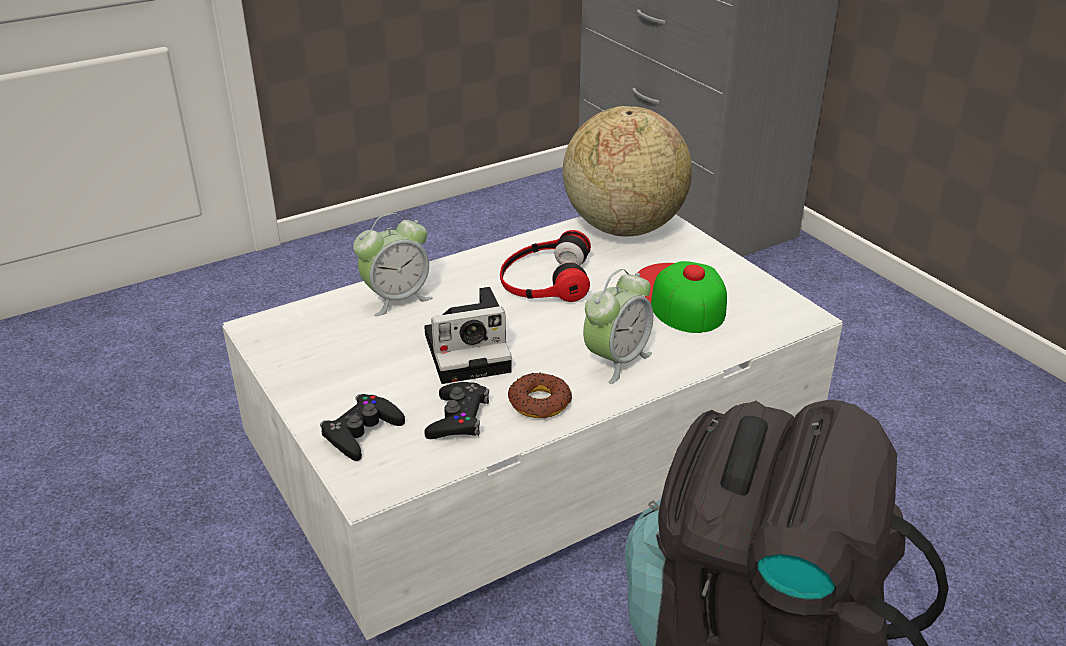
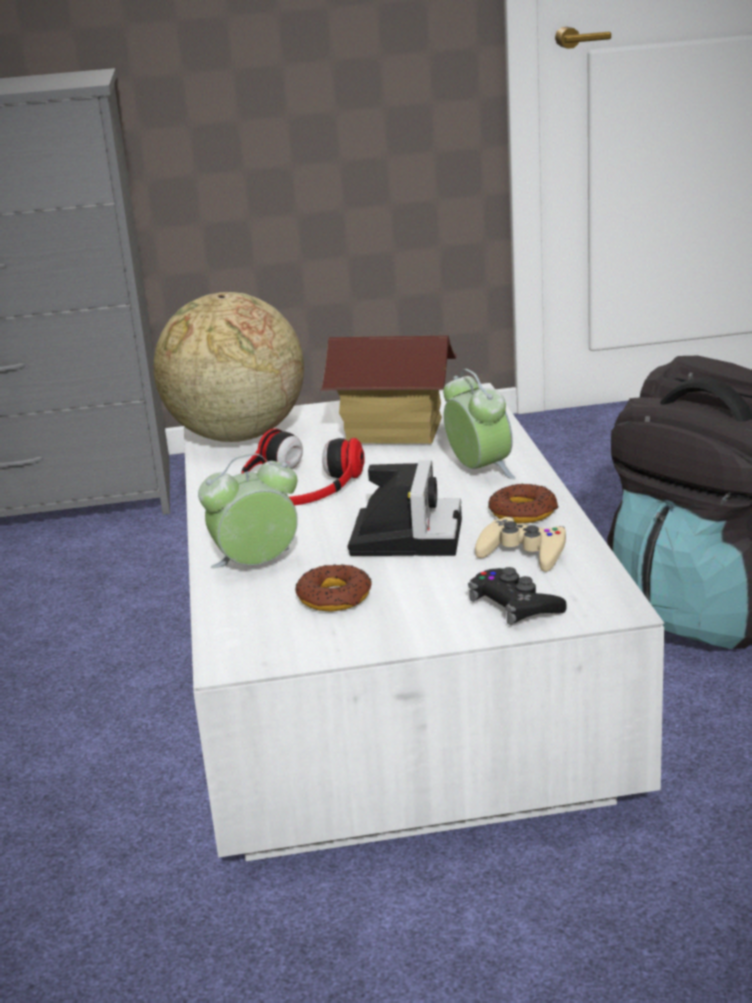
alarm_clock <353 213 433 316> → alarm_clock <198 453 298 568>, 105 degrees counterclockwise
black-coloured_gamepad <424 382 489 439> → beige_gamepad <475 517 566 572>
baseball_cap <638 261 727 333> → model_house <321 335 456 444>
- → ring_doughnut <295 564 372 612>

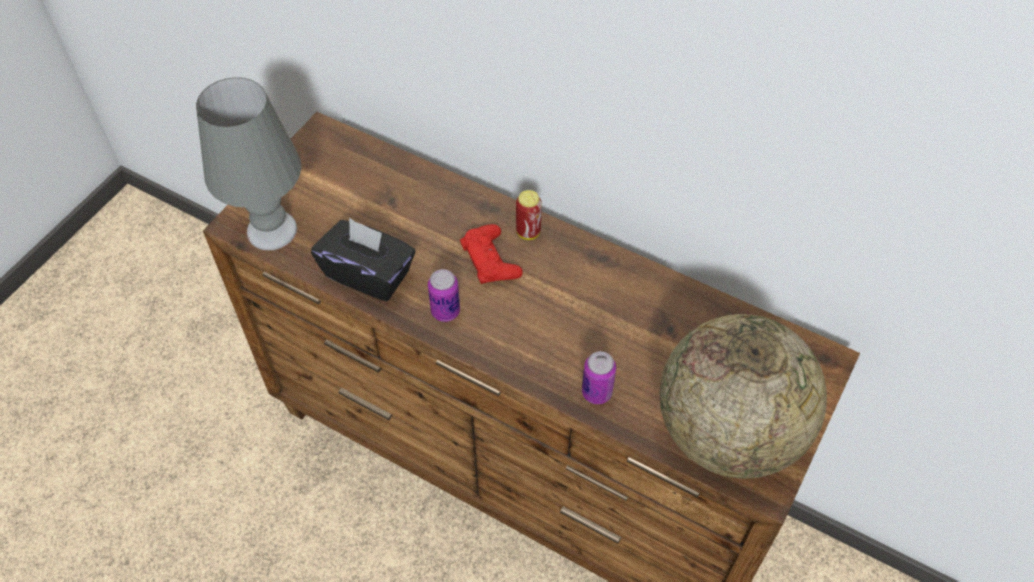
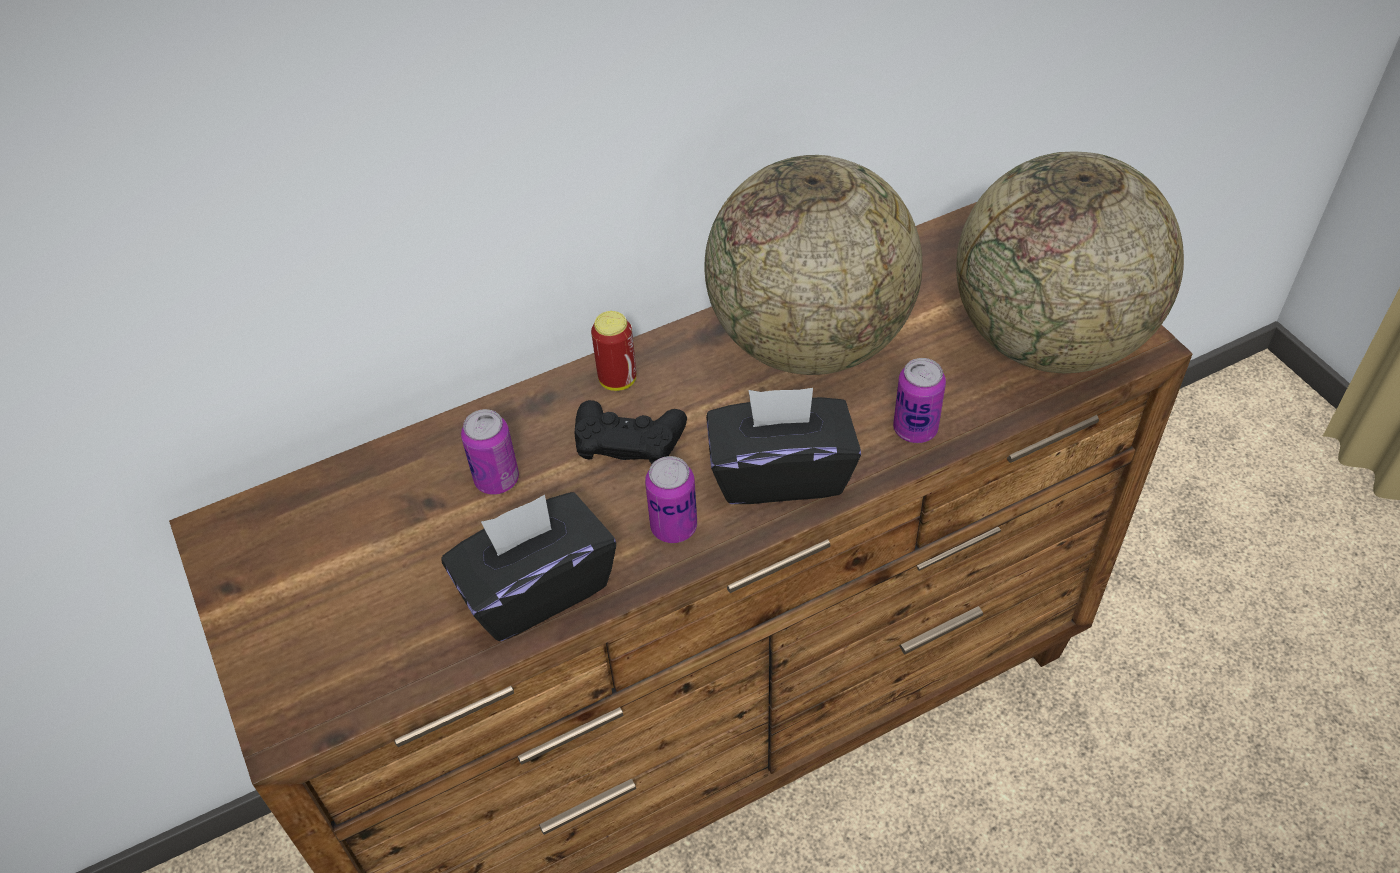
greyish_tabletop_lamp <196 77 301 250> → -
red_gamepad <460 224 523 284> → black-coloured_gamepad <575 400 687 464>
- → can <461 409 519 495>
- → desk_globe <704 155 923 375>
- → black-coloured_box_of_tissues <706 388 861 504>

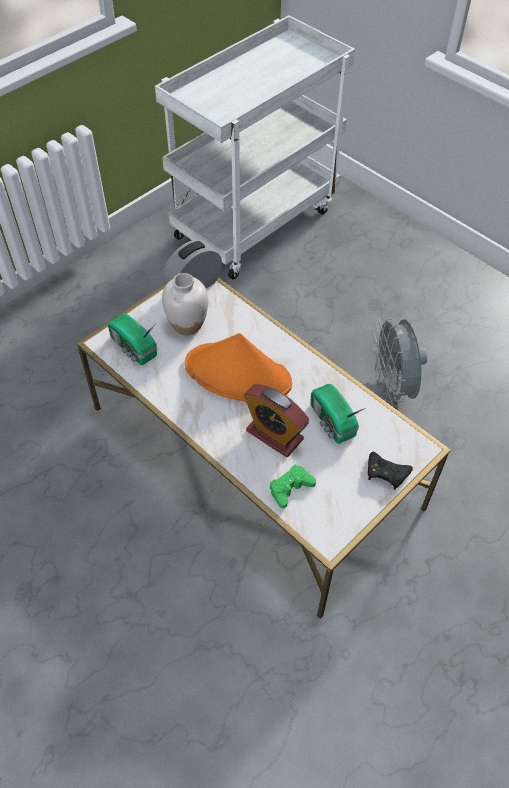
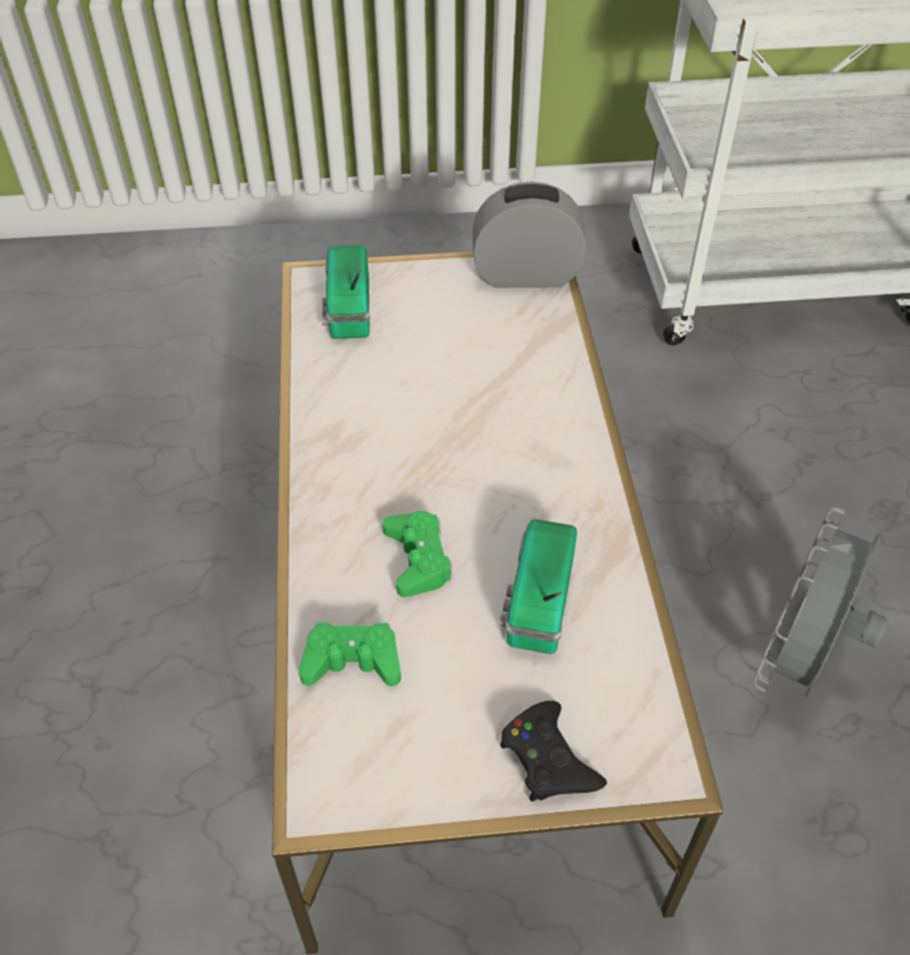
whitish_decorative_vase <162 273 208 335> → -
orange-coloured_hat <185 333 292 402> → -
alarm_clock <244 384 309 457> → green_gamepad <382 511 453 597>

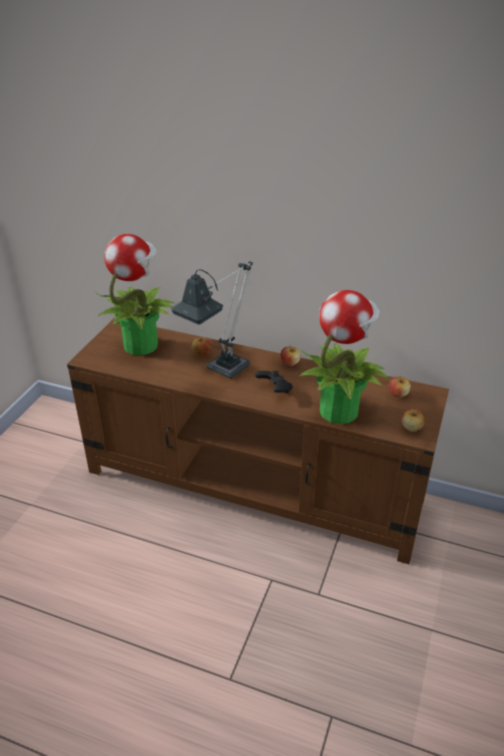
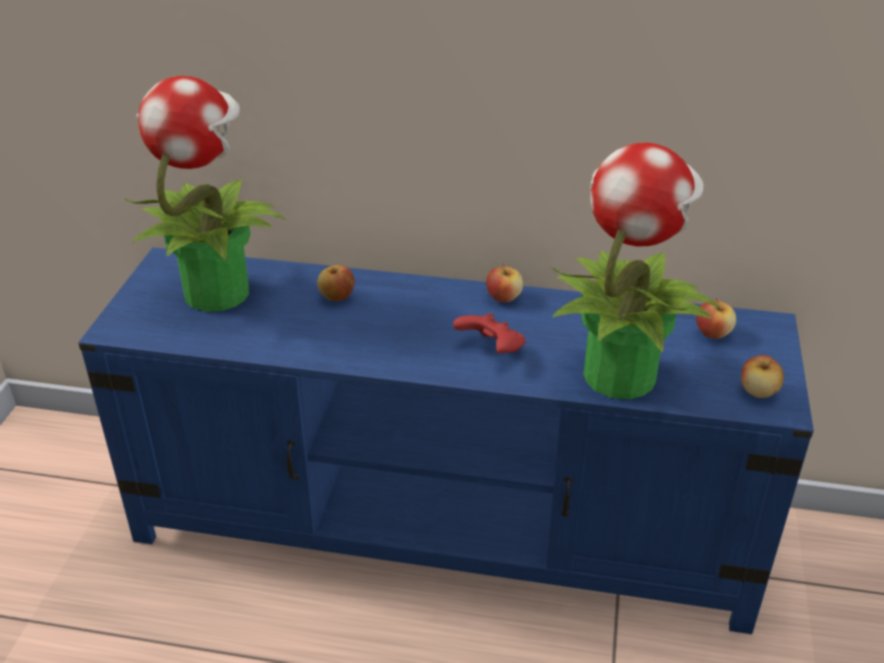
brown_tv_unit <67 318 449 564> → blue_tv_unit <78 247 814 634>
tabletop_lamp <171 261 253 378> → -
black-coloured_gamepad <255 370 293 393> → red_gamepad <453 312 526 354>

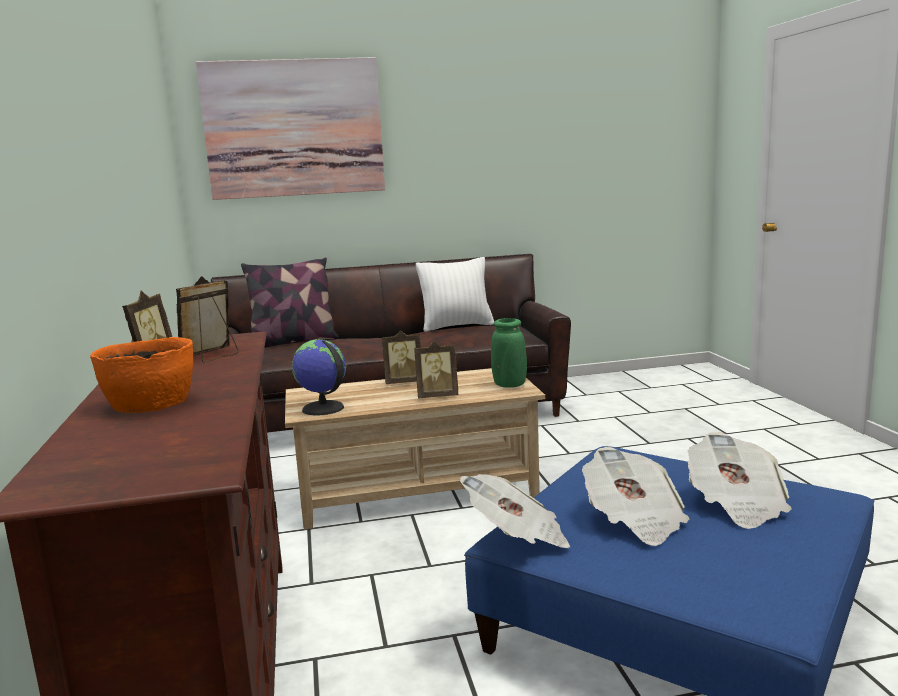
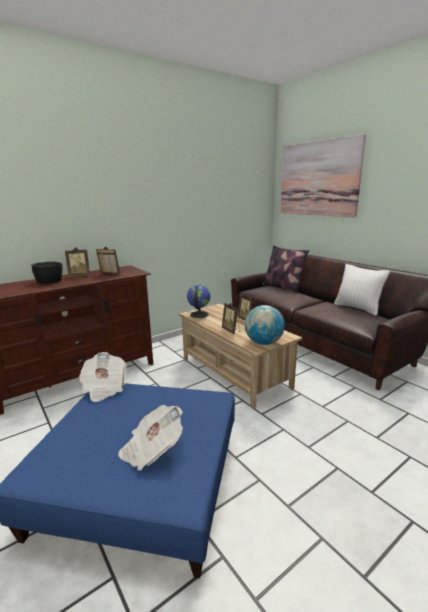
orange-coloured_deep_dish <90 337 193 413> → black-coloured_deep_dish <31 262 62 284>
green_decorative_vase <491 318 527 388> → desk_globe <245 305 285 345>
daily_paper <582 447 689 546> → -

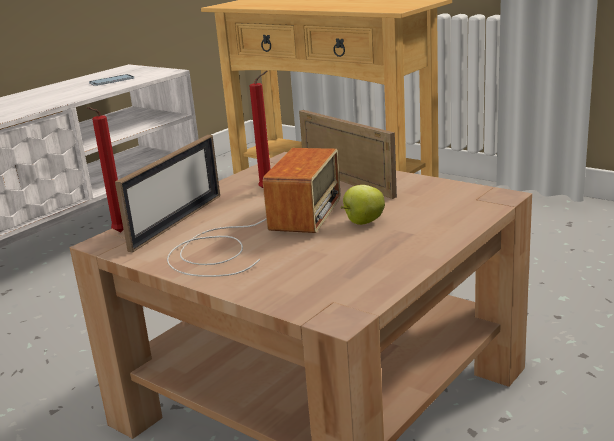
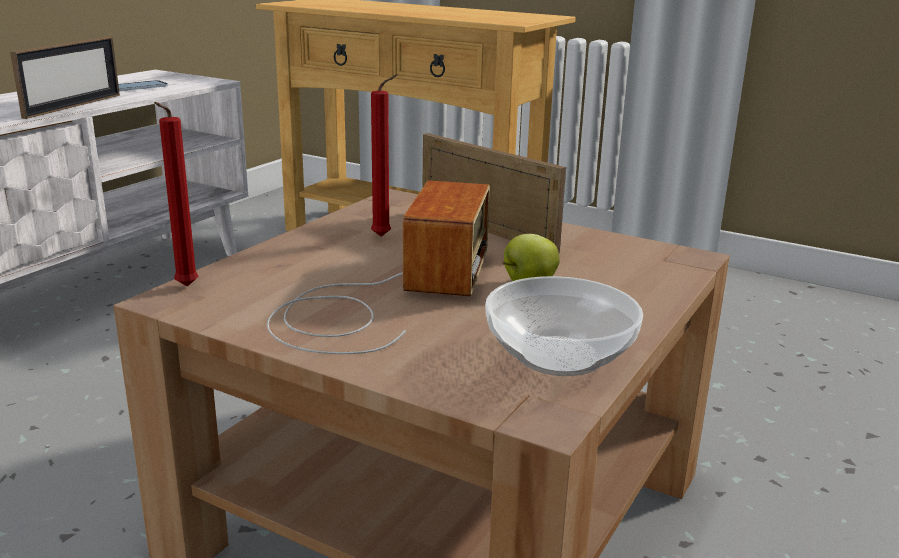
standing_frame <115 135 220 253> → standing_frame <10 36 120 119>, shifted
- → deep_dish <485 276 643 376>

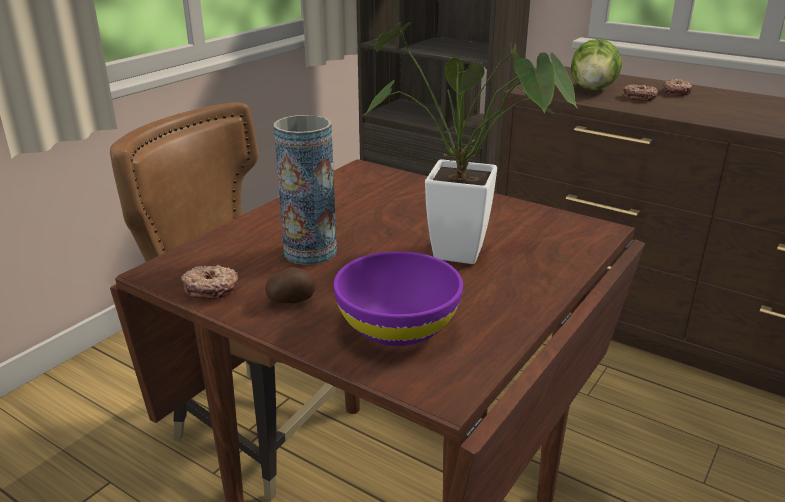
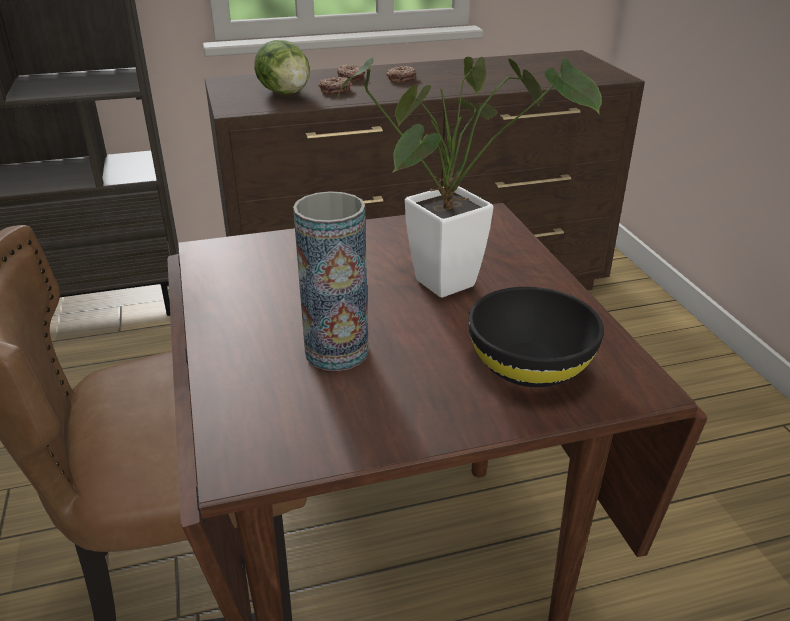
ring_doughnut <181 265 238 299> → ring_doughnut <386 66 417 83>, shifted
whole_potato <265 267 315 303> → -
purplish_deep_dish <333 251 463 346> → black-coloured_deep_dish <468 287 604 387>

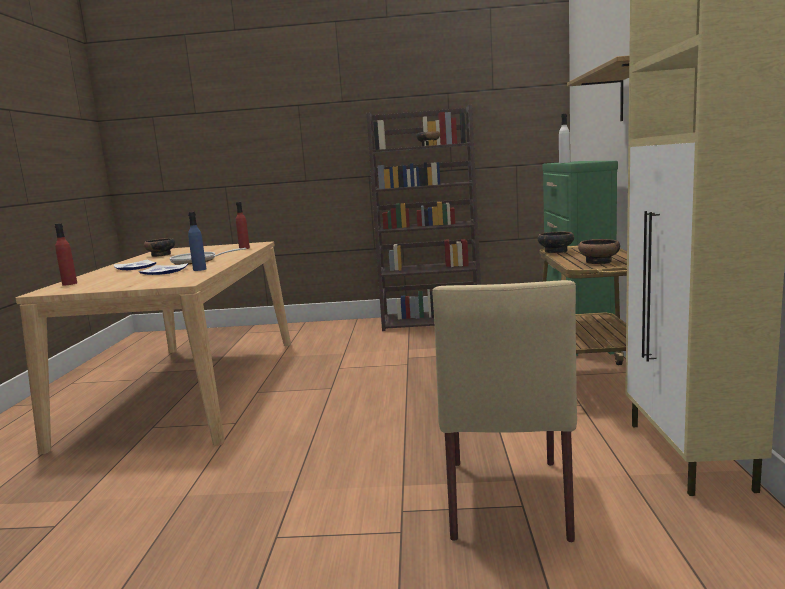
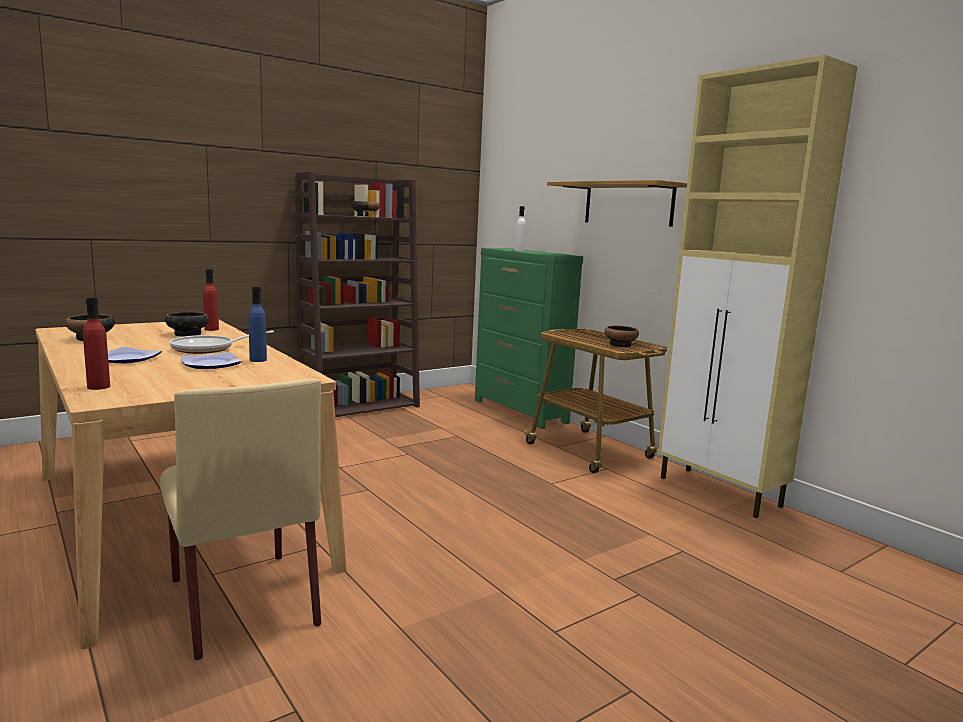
beige_upright_chair <433 280 577 543> → beige_upright_chair <159 379 321 661>, shifted
deep_dish <537 232 574 253> → deep_dish <165 312 209 337>, shifted

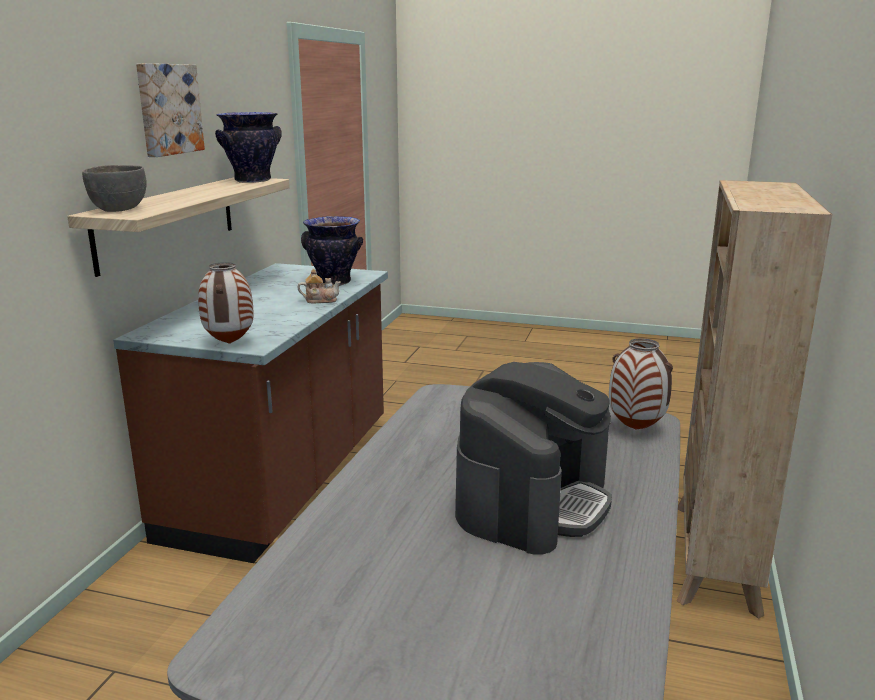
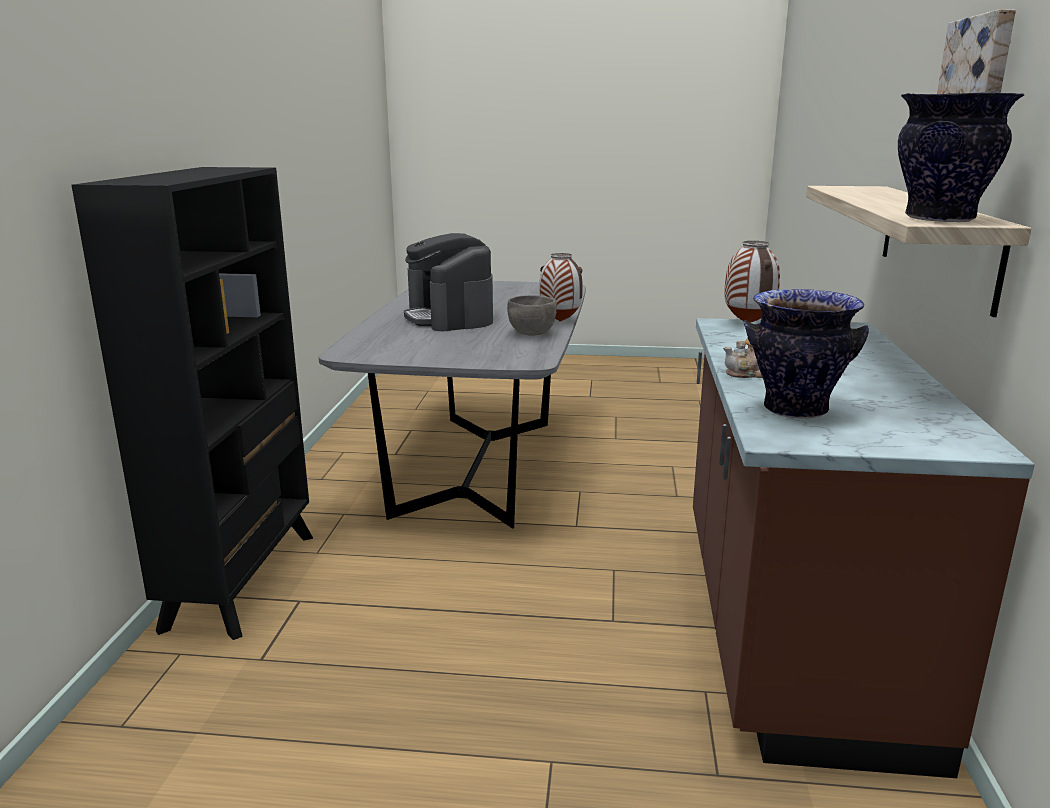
greyish_deep_dish <82 165 147 212> → greyish_deep_dish <507 295 557 336>, shifted
coffee_machine <455 362 612 555> → coffee_machine <404 233 493 331>, 45 degrees counterclockwise
decorative_vase <609 338 673 430> → decorative_vase <539 253 583 322>, shifted
beige_shelving_unit <677 180 832 618> → black-coloured_shelving_unit <71 167 313 640>

